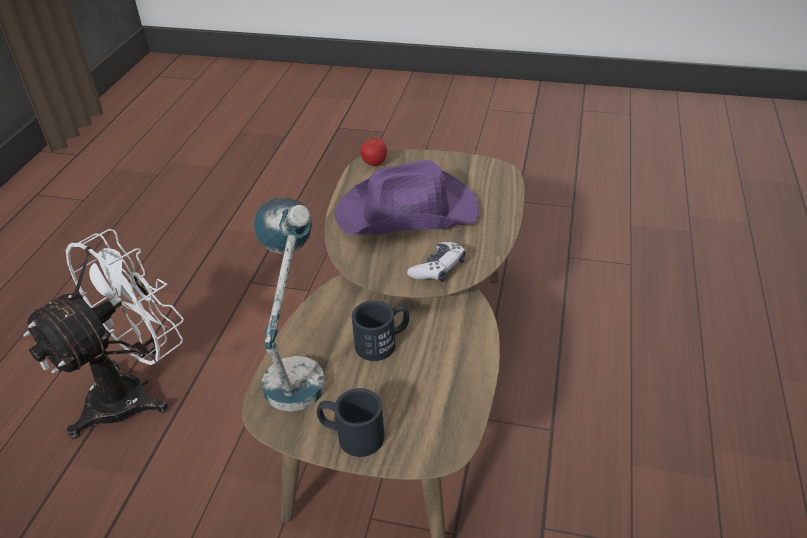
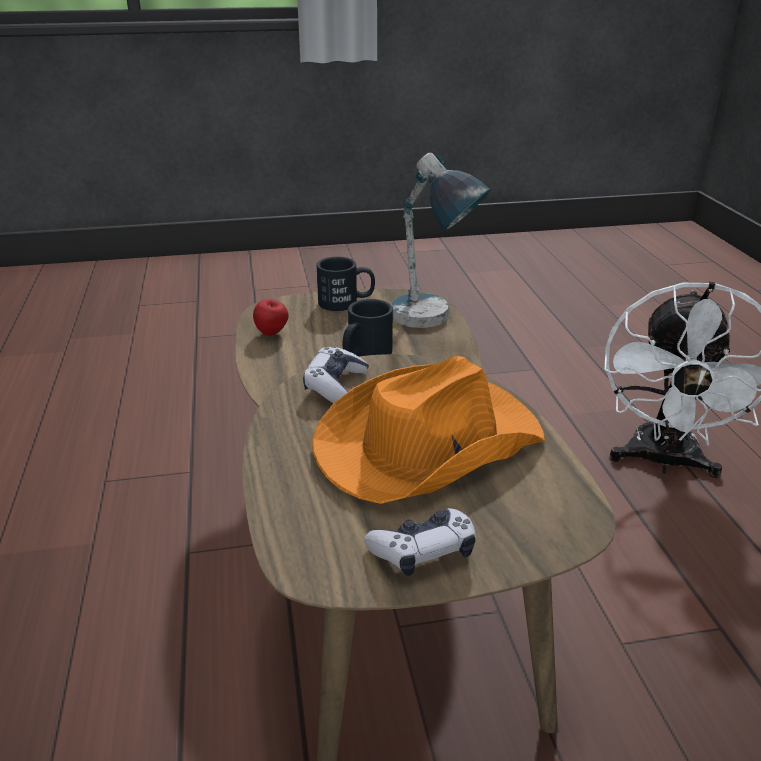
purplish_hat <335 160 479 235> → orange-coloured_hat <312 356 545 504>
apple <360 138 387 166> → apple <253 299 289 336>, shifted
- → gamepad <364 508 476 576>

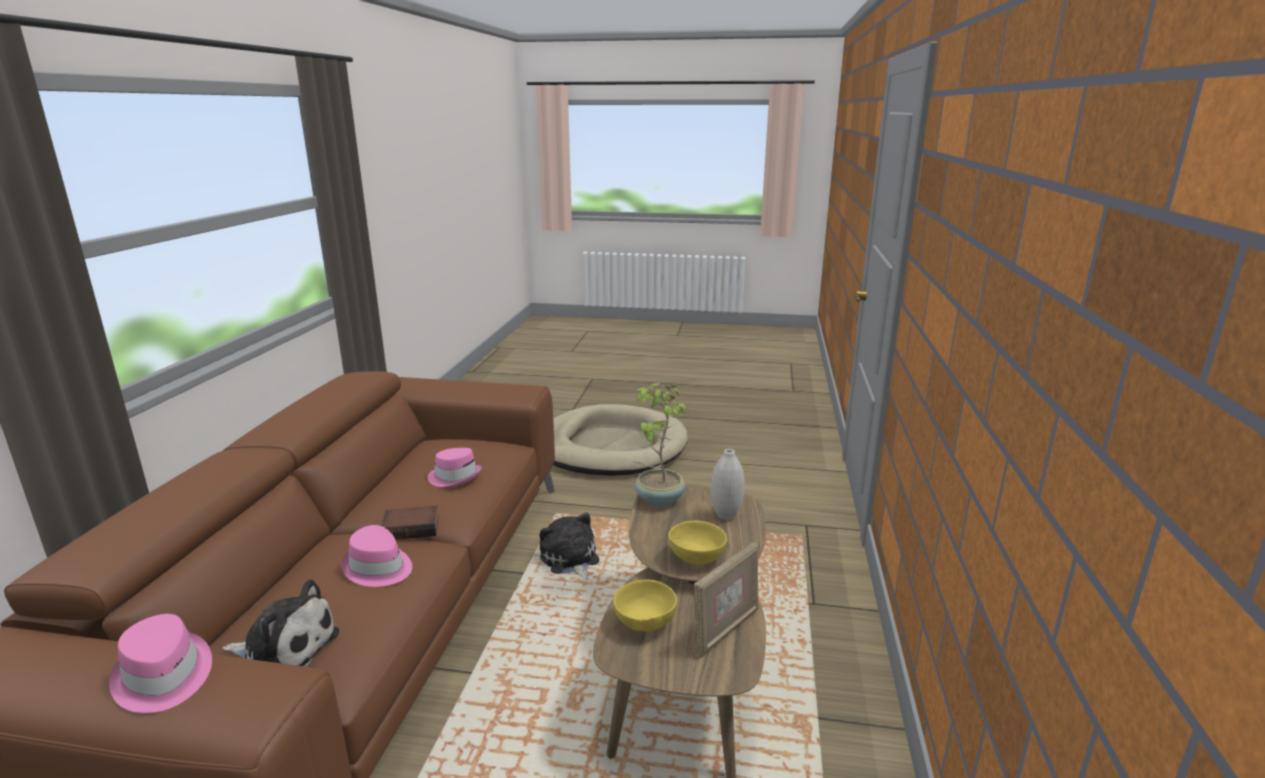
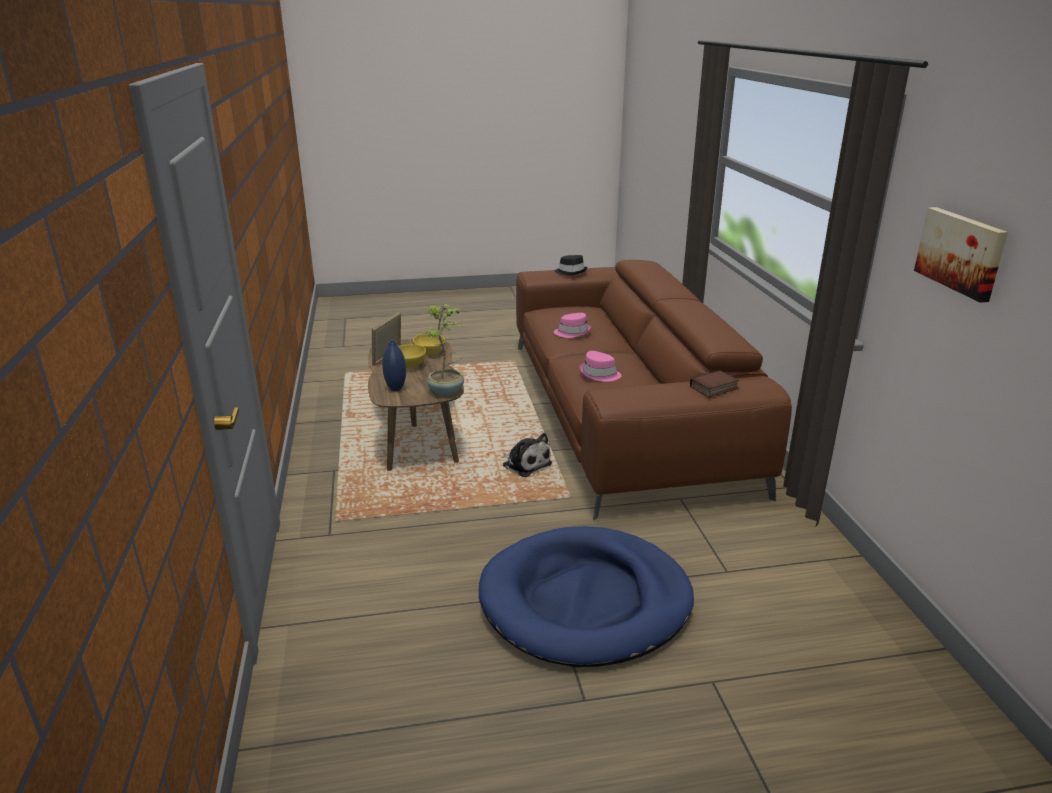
pinkish_hat <109 614 212 713> → black-coloured_hat <555 255 587 275>
plush_toy <222 579 339 667> → -
volume <381 506 439 540> → volume <690 370 739 397>, shifted
beige_pet_bed <553 404 688 476> → blue_pet_bed <479 526 694 667>
whitish_decorative_vase <711 449 744 520> → blue_decorative_vase <382 340 406 391>
- → wall_art <914 207 1008 303>

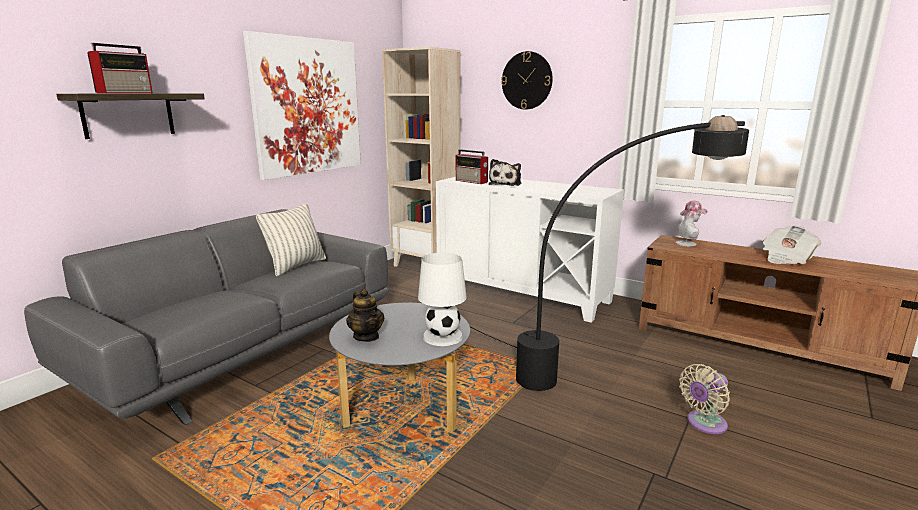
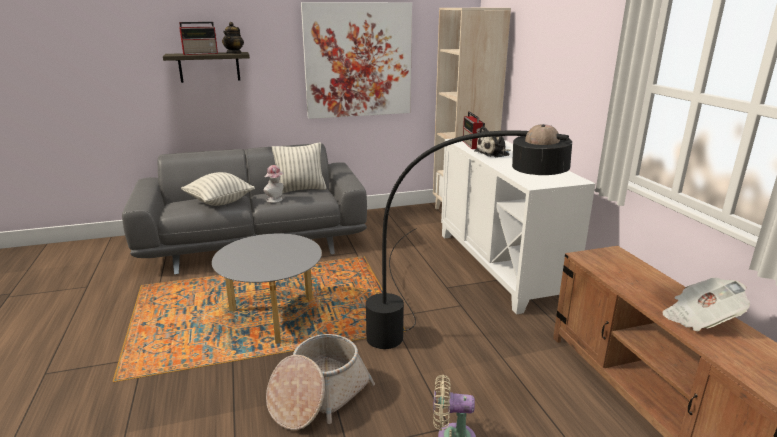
teapot <346 289 384 342> → teapot <222 22 244 54>, shifted
whitish_tabletop_lamp <418 253 467 346> → -
wall_clock <501 51 553 109> → -
hat <676 201 707 246> → hat <264 165 284 203>, shifted
- → pillow <181 172 255 206>
- → storage_basket <266 334 375 430>

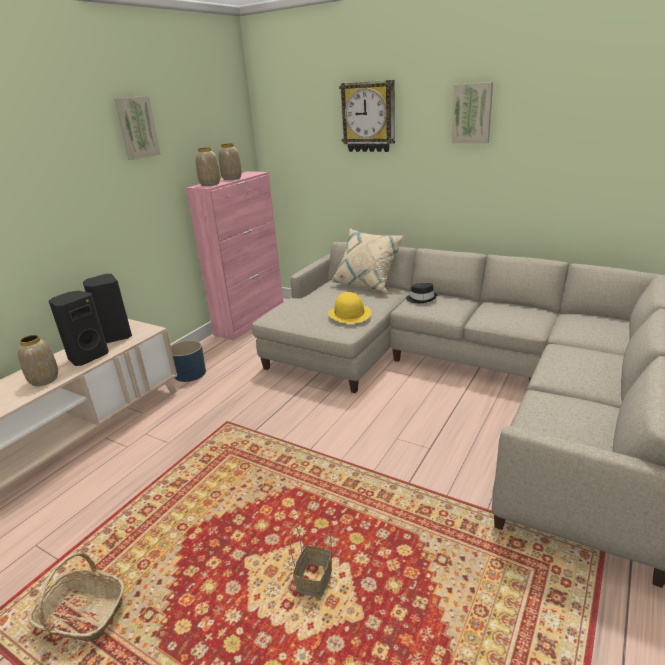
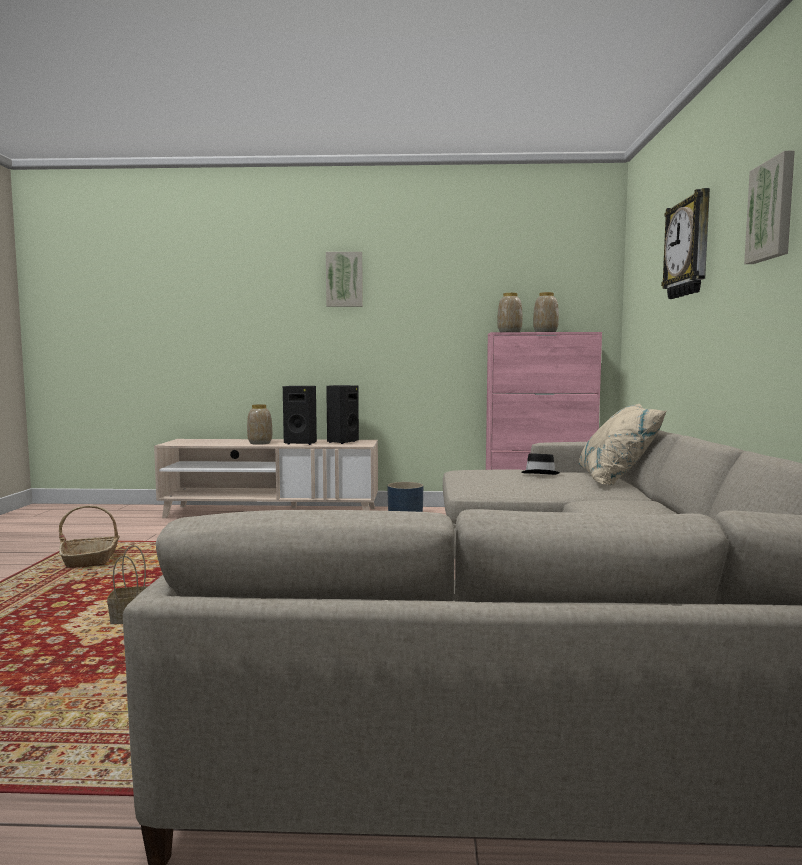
wall_art <114 96 161 160> → wall_art <326 252 363 307>, shifted
yellowish_hat <328 292 371 324> → -
black-coloured_hat <406 283 437 303> → black-coloured_hat <521 453 560 475>, shifted

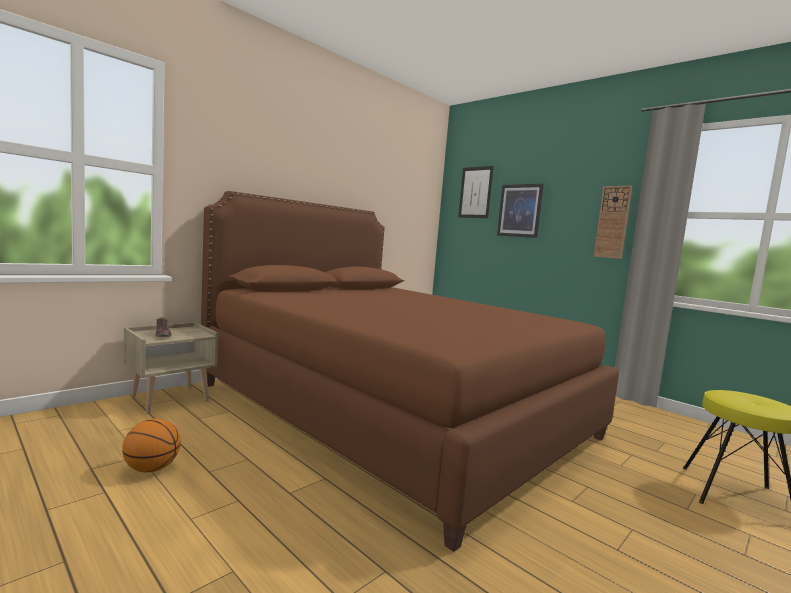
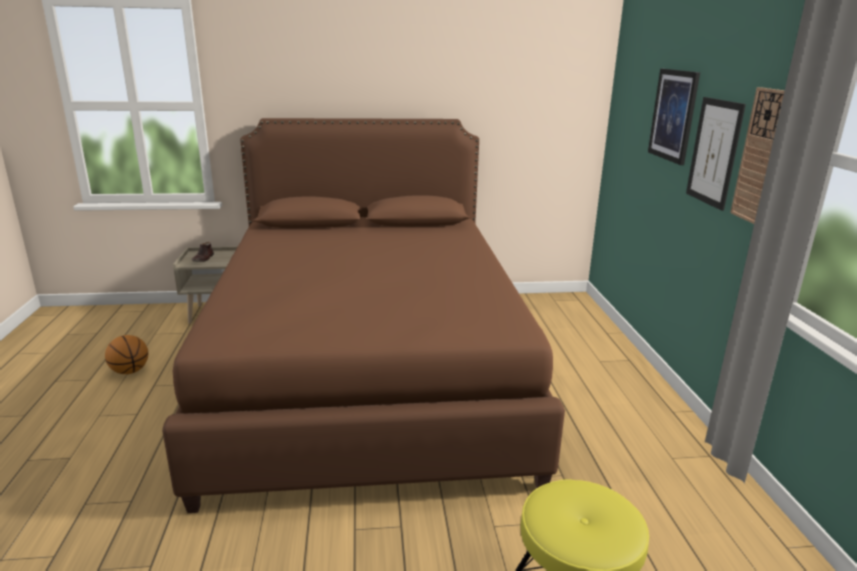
wall_art <458 166 494 218> → wall_art <686 97 746 211>, shifted

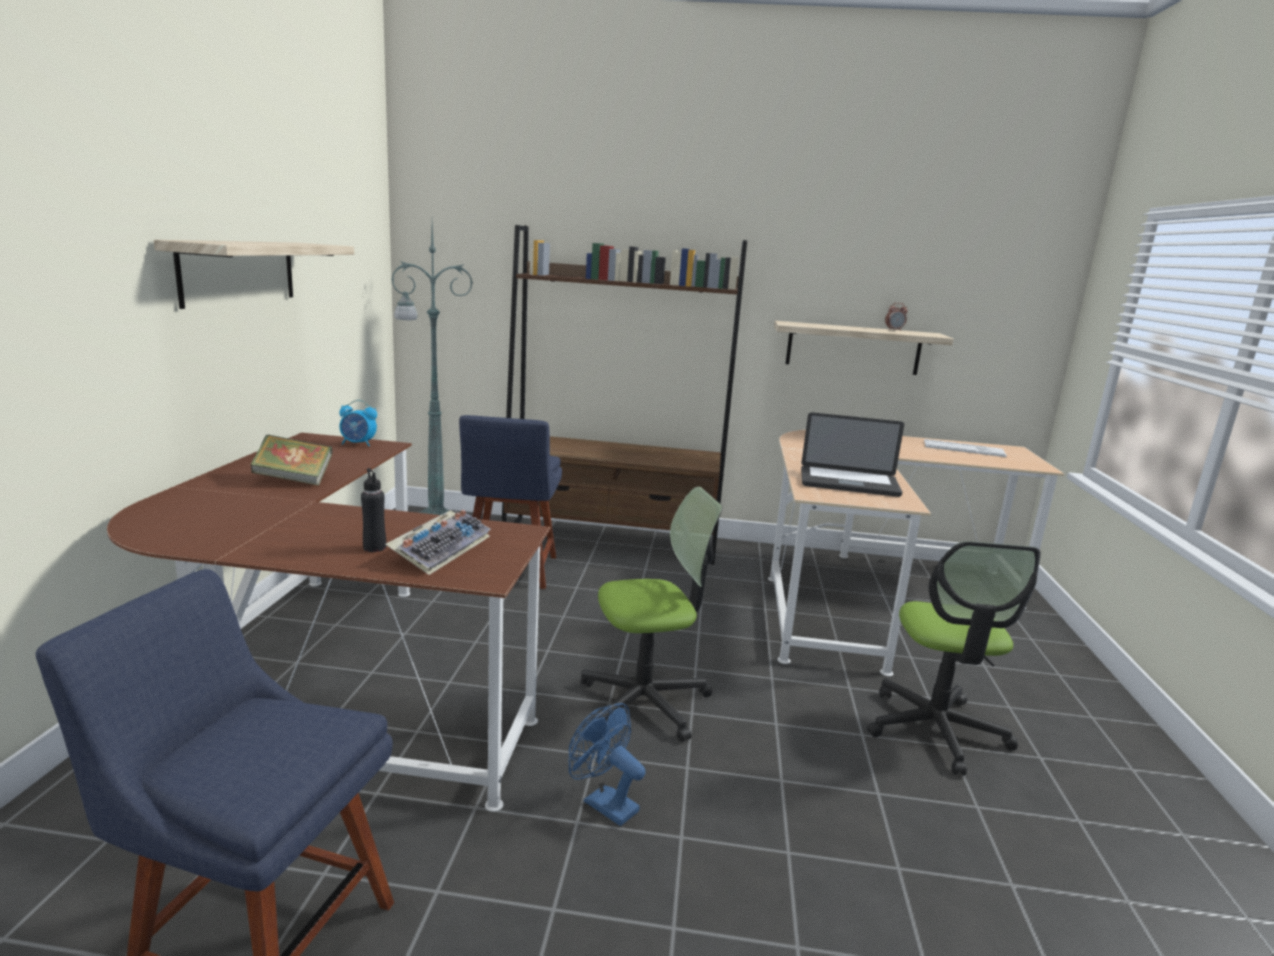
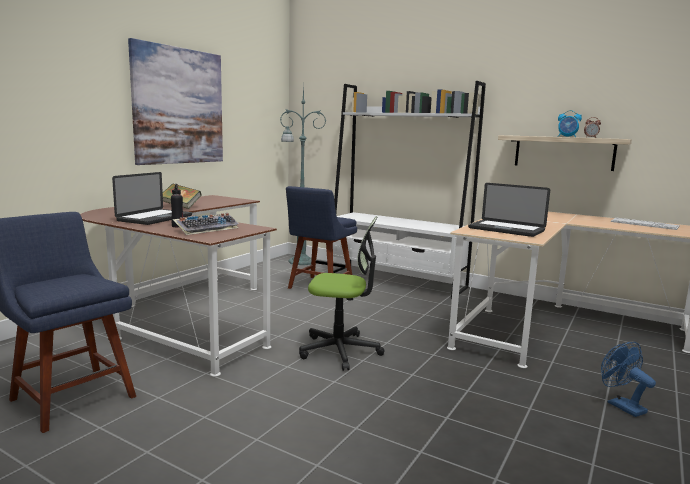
wall_shelf <154 240 354 309> → wall_art <128 38 223 165>
alarm_clock <339 400 377 446> → alarm_clock <558 110 582 137>, shifted
brown_shelving_unit <502 225 747 565> → whitish_shelving_unit <333 81 486 299>
blue_cooling_fan <569 703 646 826> → blue_cooling_fan <601 341 656 417>, shifted
computer_chair <867 541 1041 776> → -
- → portable_computer <112 172 192 225>

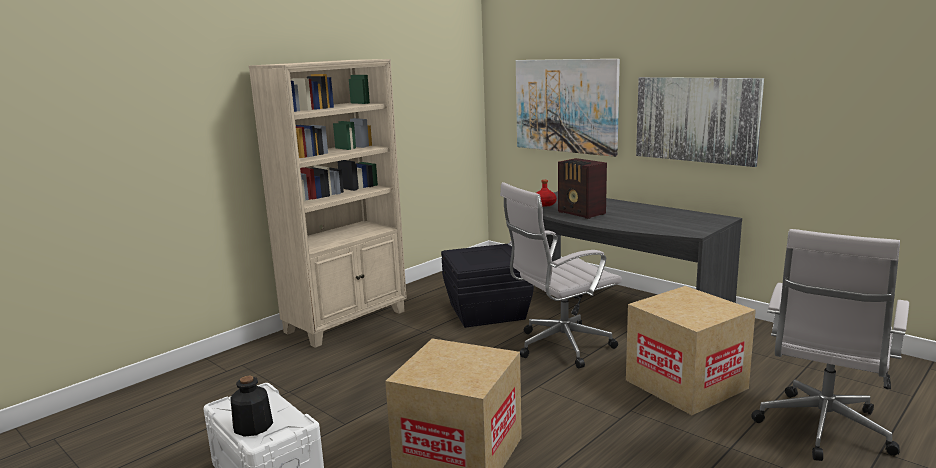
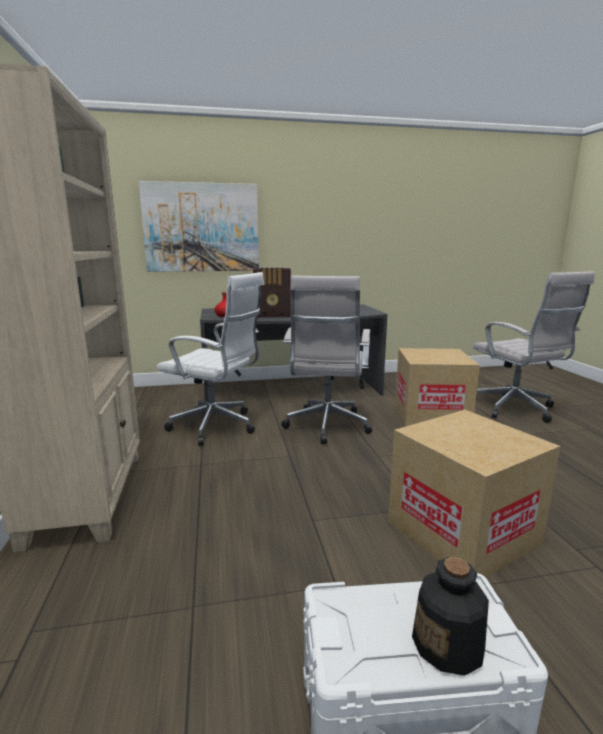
black-coloured_storage_bin <441 244 534 328> → whitish_computer_chair <157 272 264 446>
wall_art <636 77 764 167> → -

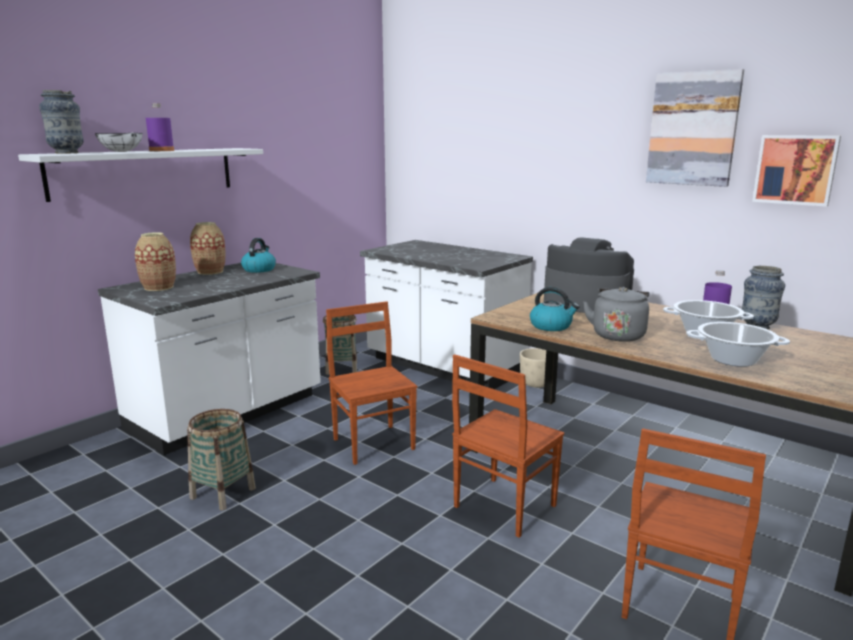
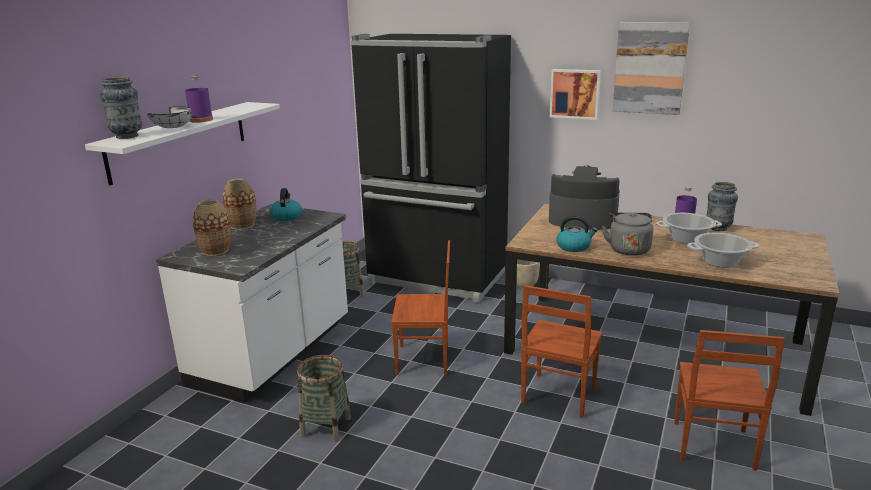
brown_upright_chair <326 301 417 465> → brown_upright_chair <391 240 450 375>, 135 degrees clockwise
whitish_kitchen_counter <360 240 533 389> → black-coloured_fridge <351 34 511 303>
wall_art <752 135 841 207> → wall_art <550 69 601 120>, shifted

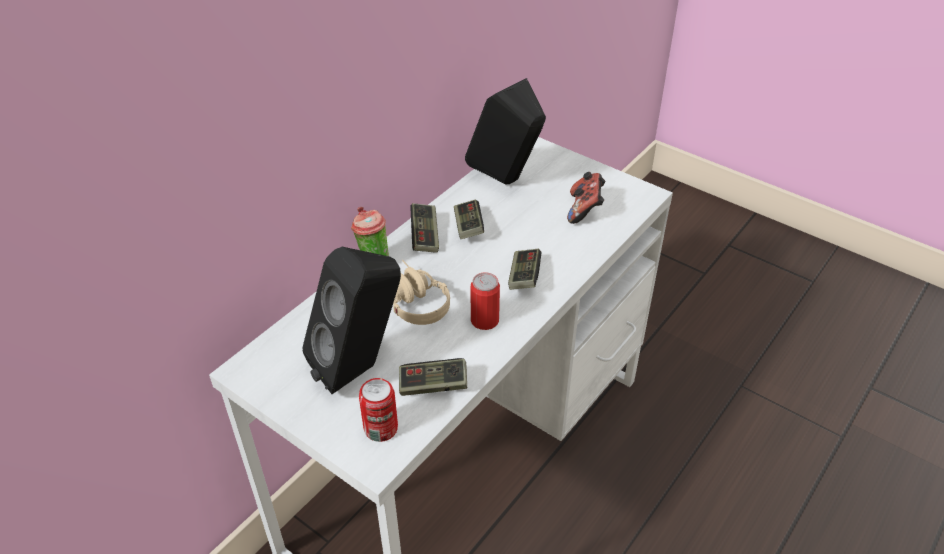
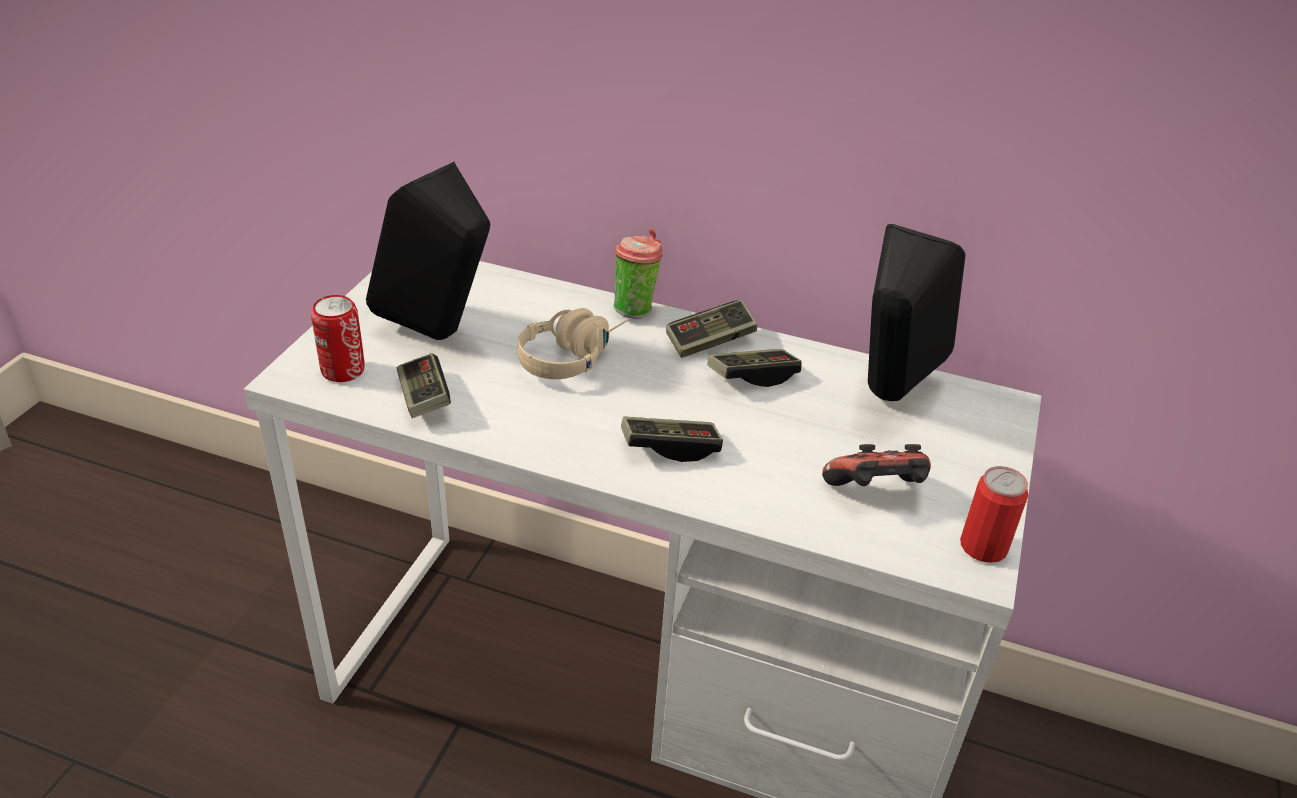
can <471 272 500 330> → can <960 466 1028 563>, shifted

